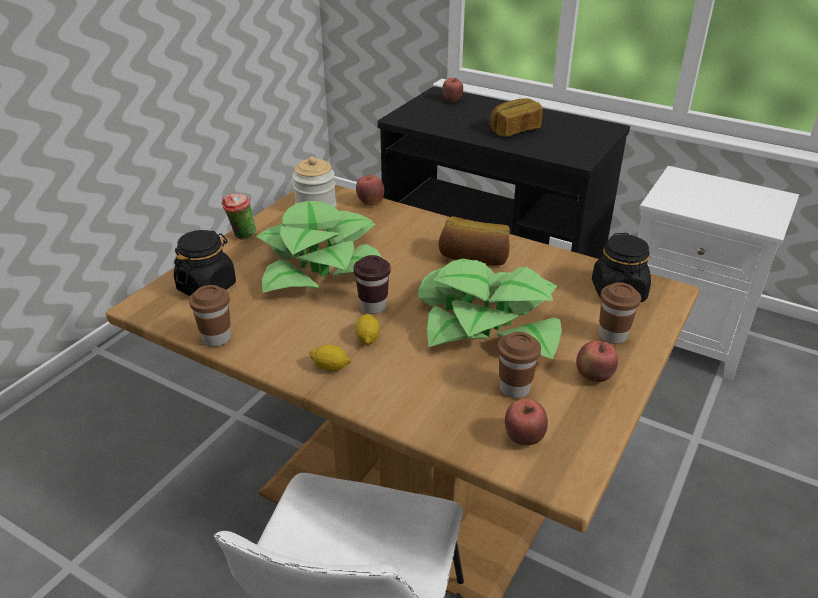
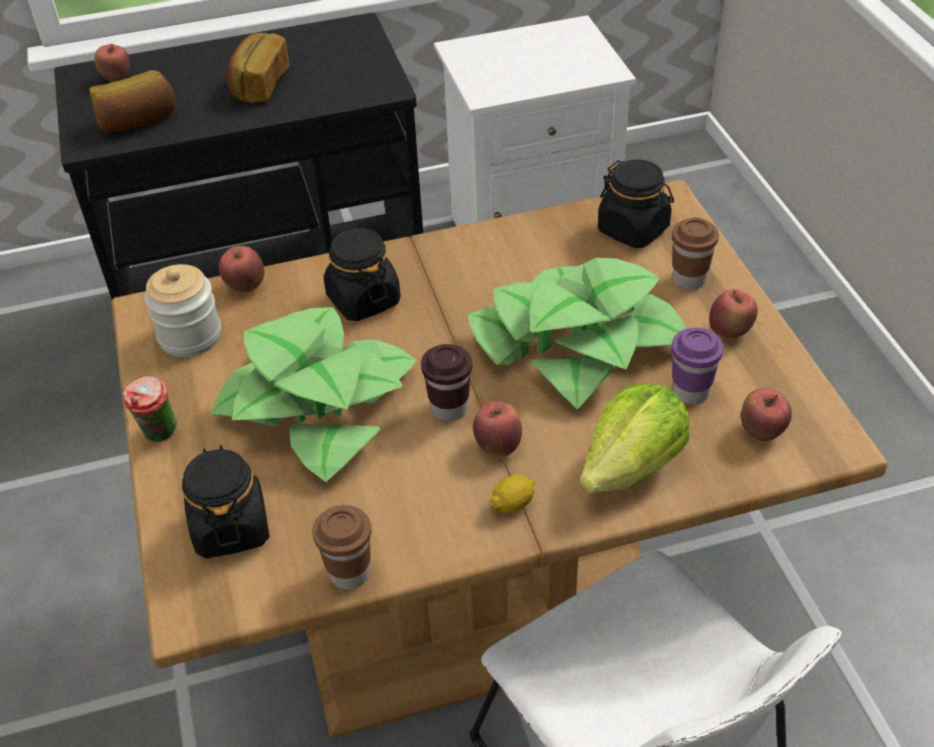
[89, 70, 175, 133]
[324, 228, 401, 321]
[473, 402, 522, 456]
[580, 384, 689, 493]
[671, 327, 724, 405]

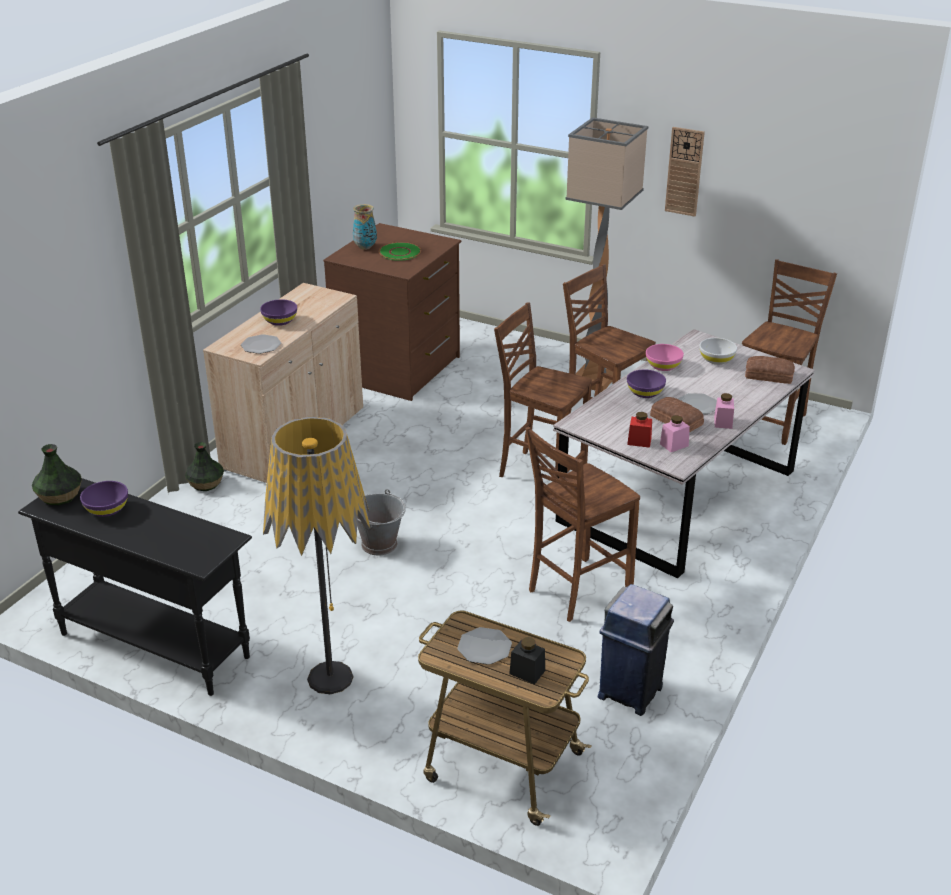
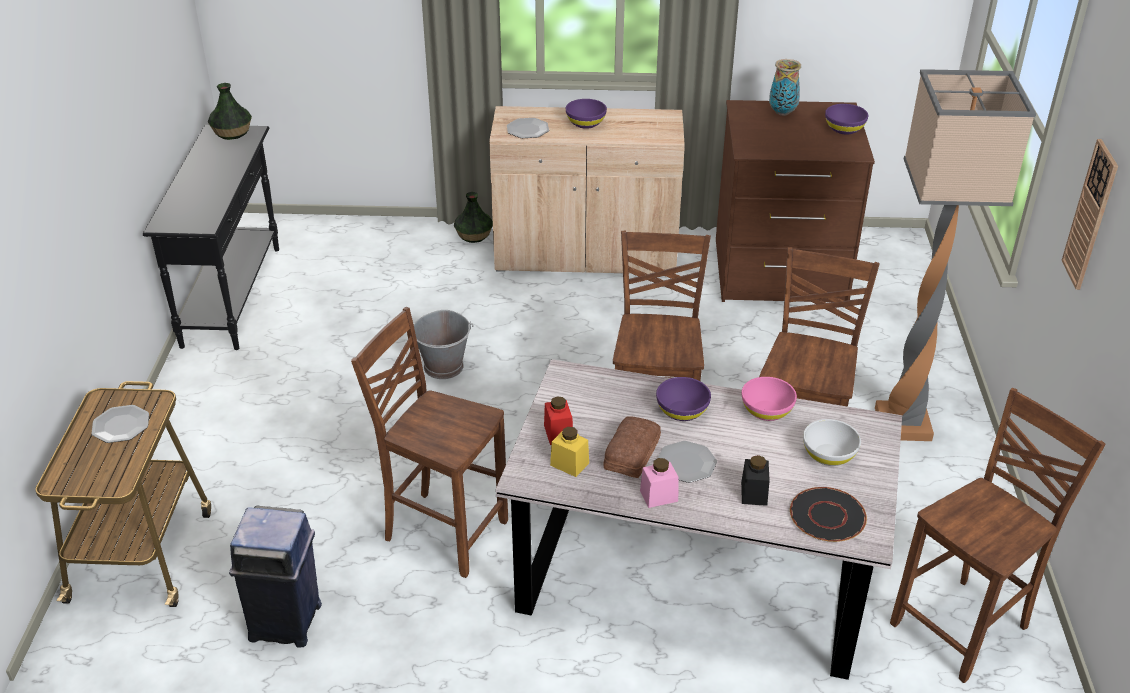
[550, 427, 589, 477]
[741, 455, 770, 506]
[790, 487, 867, 542]
[825, 104, 868, 135]
[890, 388, 1106, 683]
[263, 417, 370, 694] (first image)
[379, 242, 421, 261] (first image)

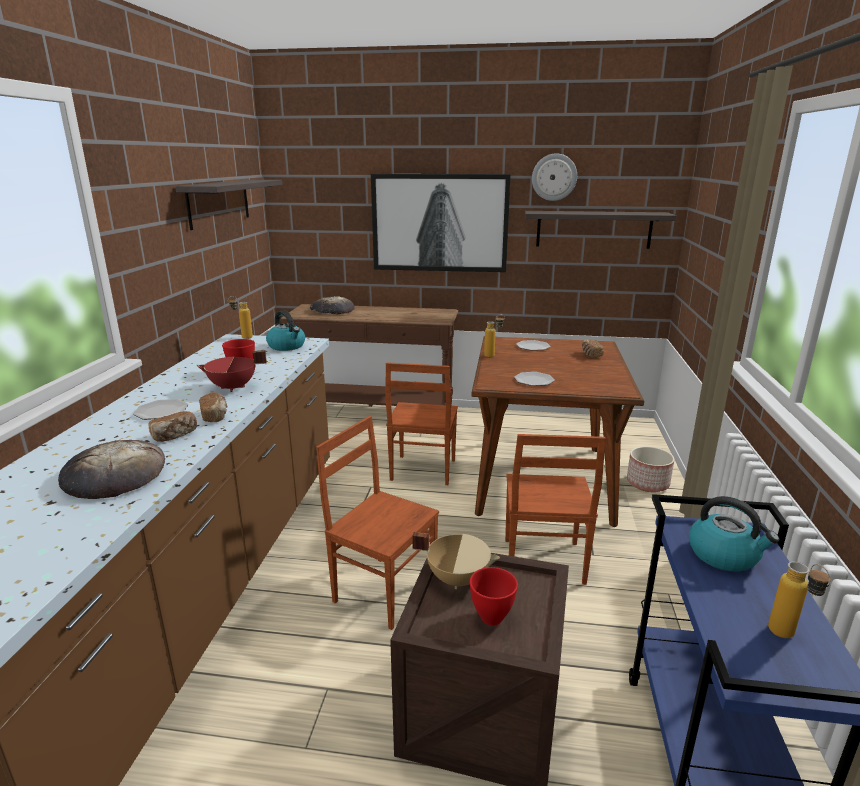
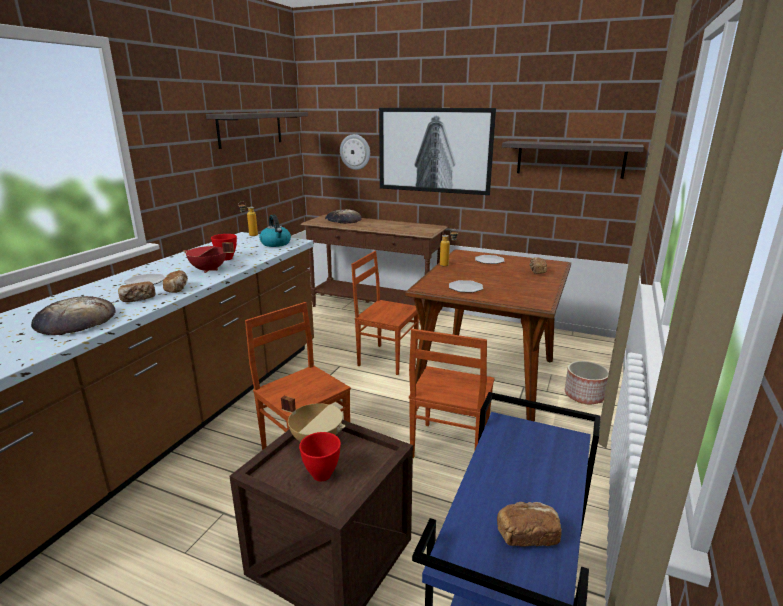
[340, 134, 370, 170]
[351, 251, 419, 375]
[497, 502, 562, 547]
[689, 496, 779, 572] (first image)

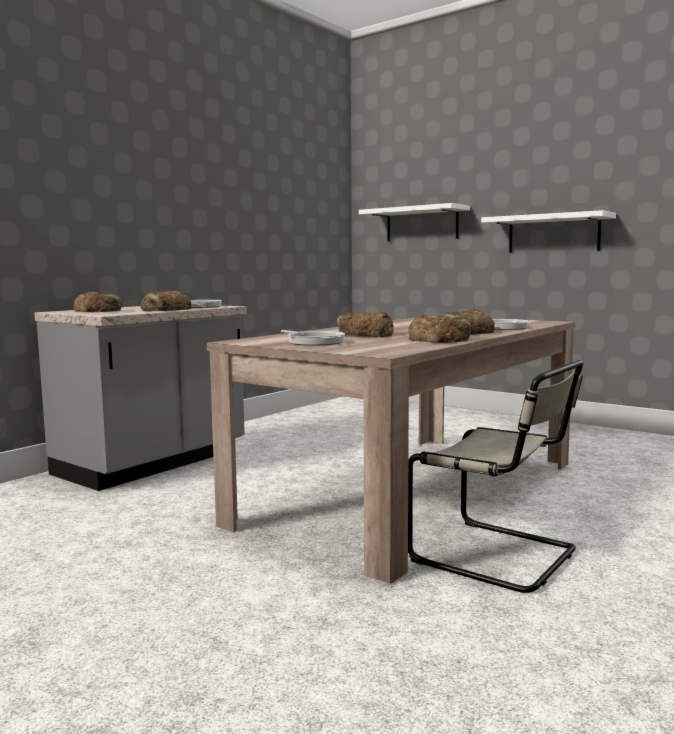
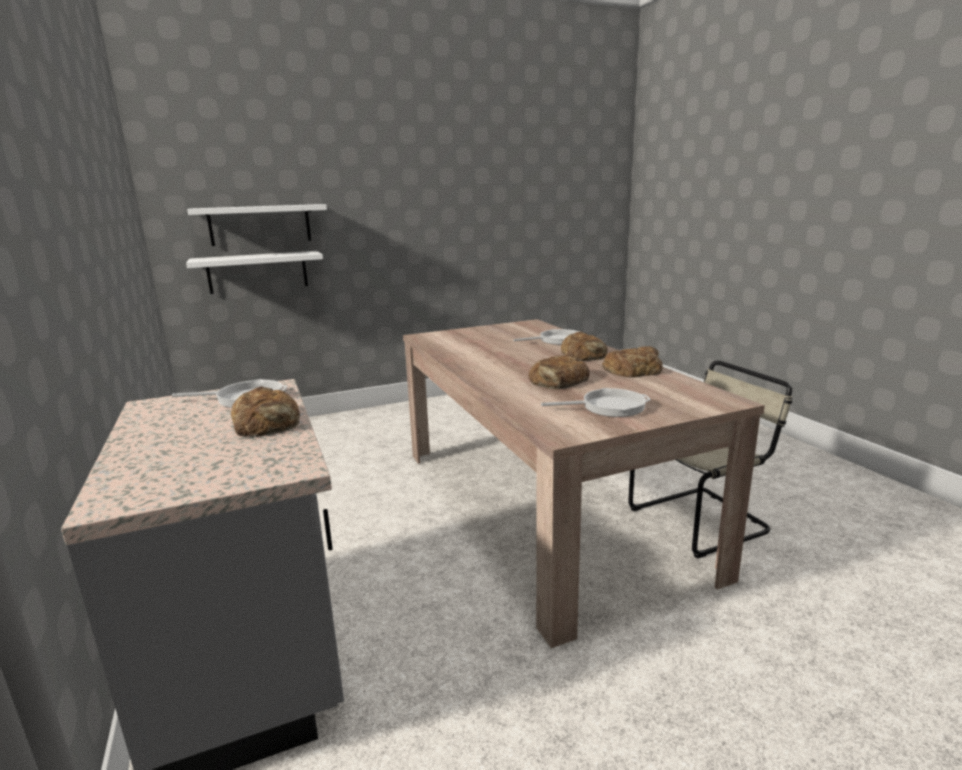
[186, 251, 323, 294]
[74, 292, 122, 312] (first image)

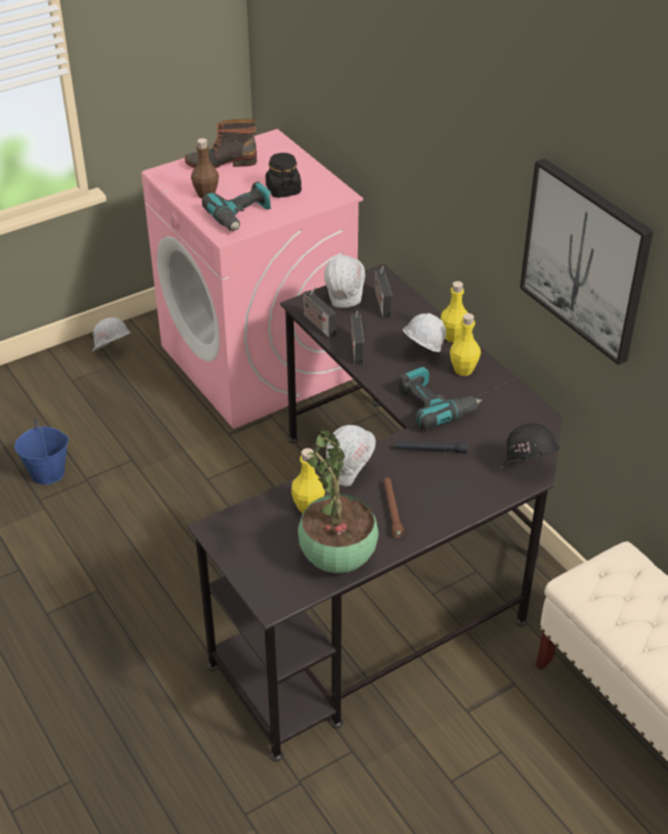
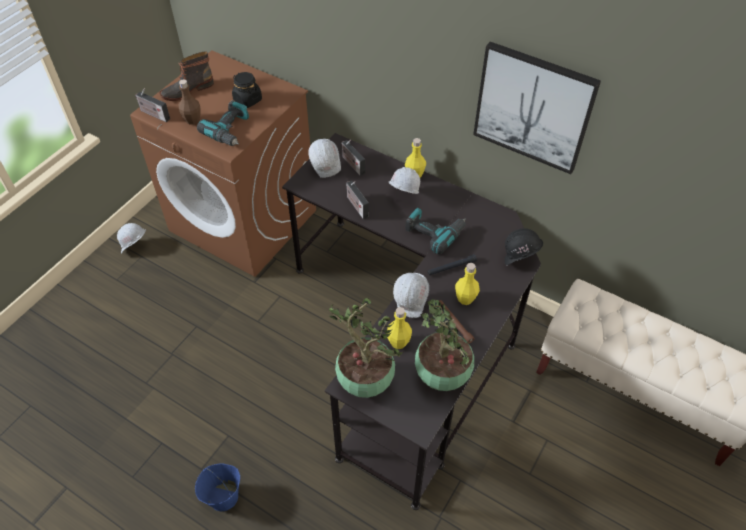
[130, 50, 316, 277]
[135, 88, 170, 122]
[195, 463, 240, 511]
[328, 298, 403, 398]
[455, 263, 480, 305]

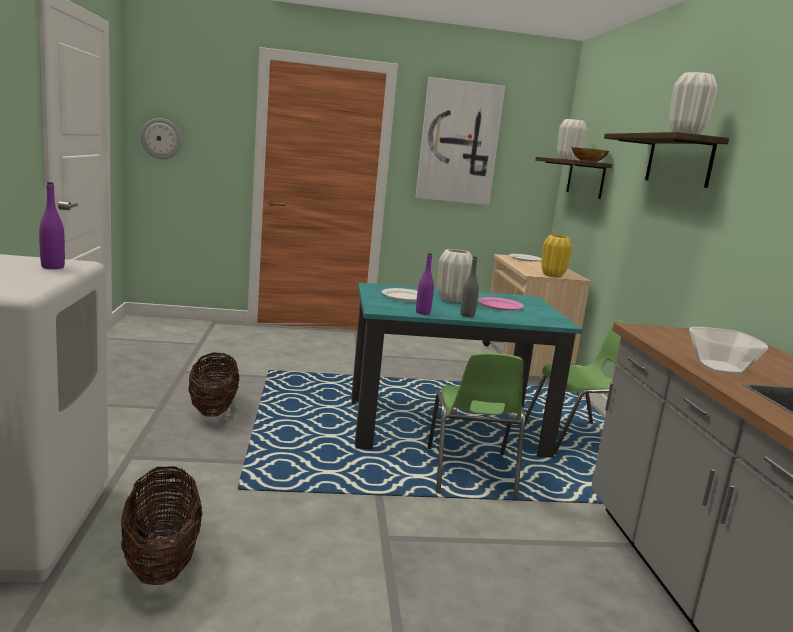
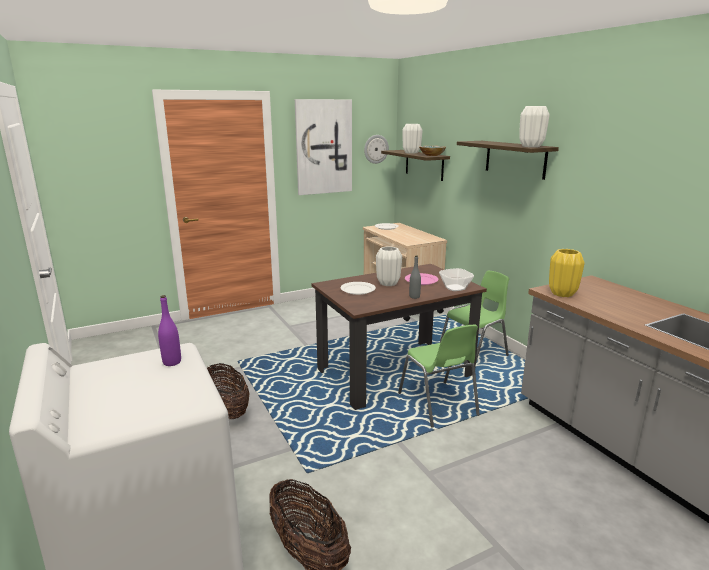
[312, 264, 487, 410]
[364, 135, 389, 164]
[439, 268, 474, 291]
[549, 249, 585, 297]
[416, 253, 434, 315] (first image)

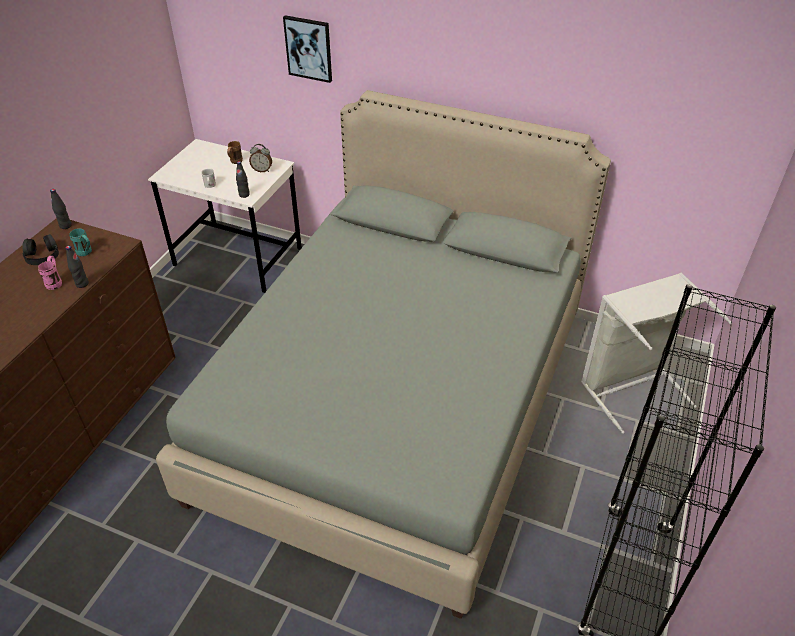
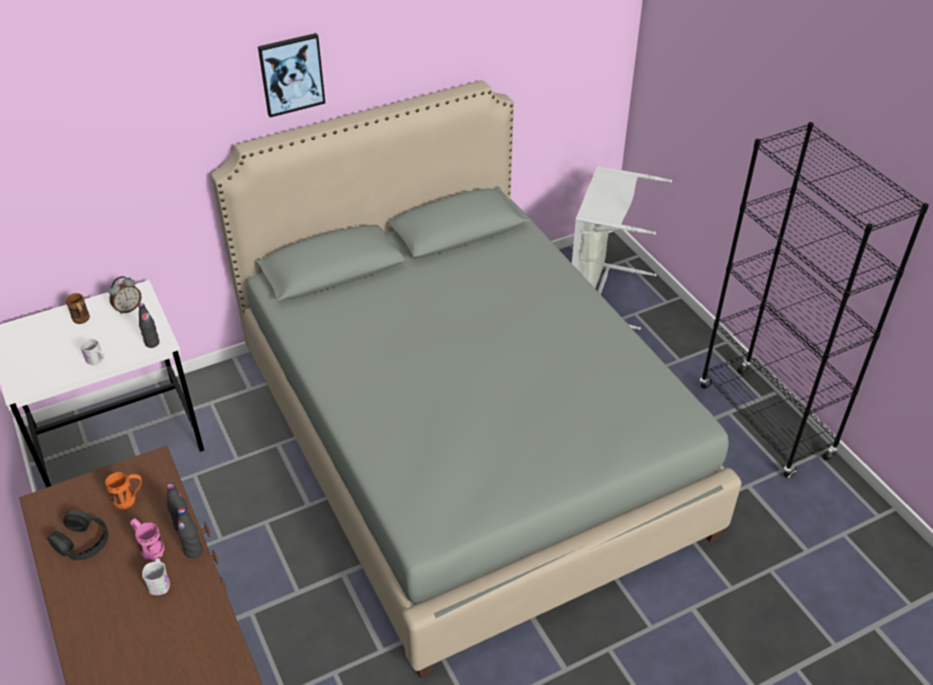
[105, 472, 142, 510]
[142, 558, 170, 595]
[177, 508, 203, 558]
[258, 33, 325, 117]

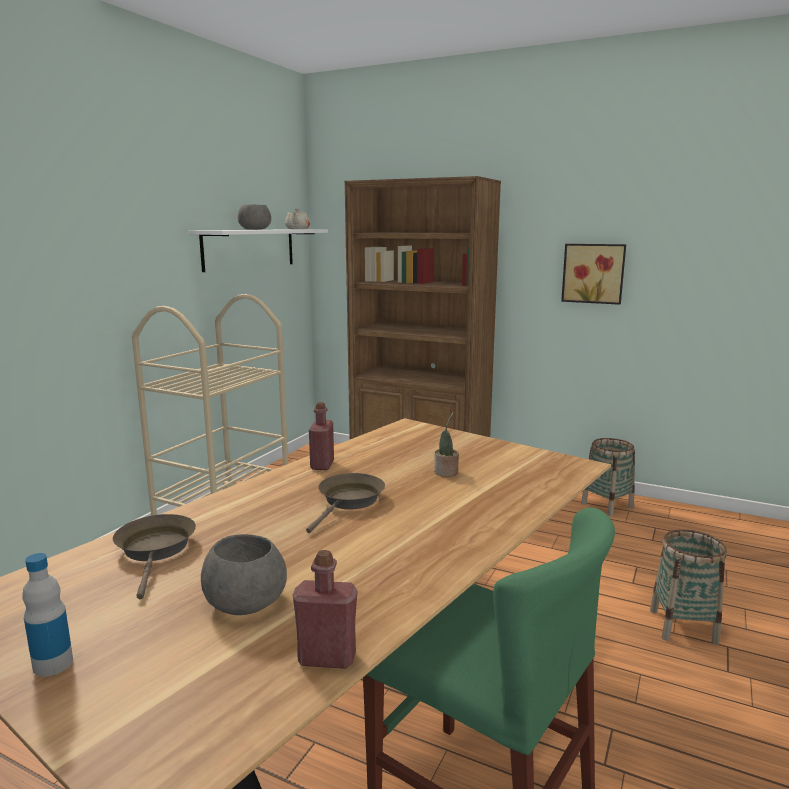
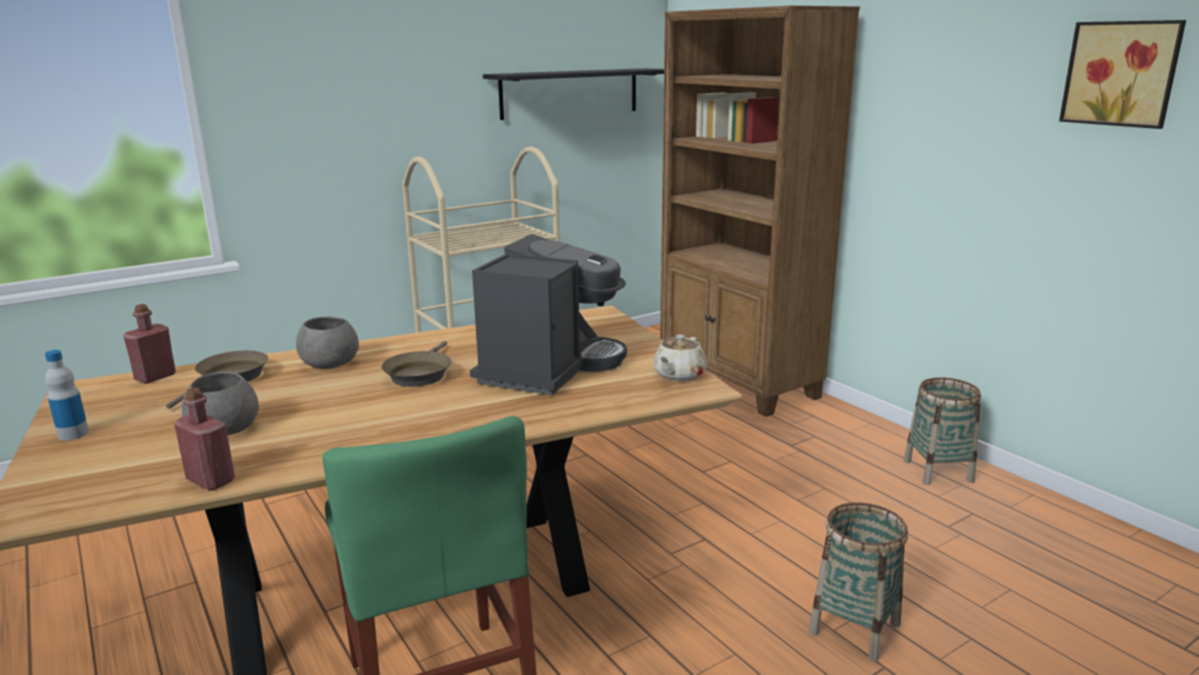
[123, 304, 176, 384]
[296, 317, 359, 369]
[382, 341, 451, 387]
[470, 234, 627, 395]
[483, 68, 664, 120]
[653, 335, 707, 381]
[1059, 20, 1186, 129]

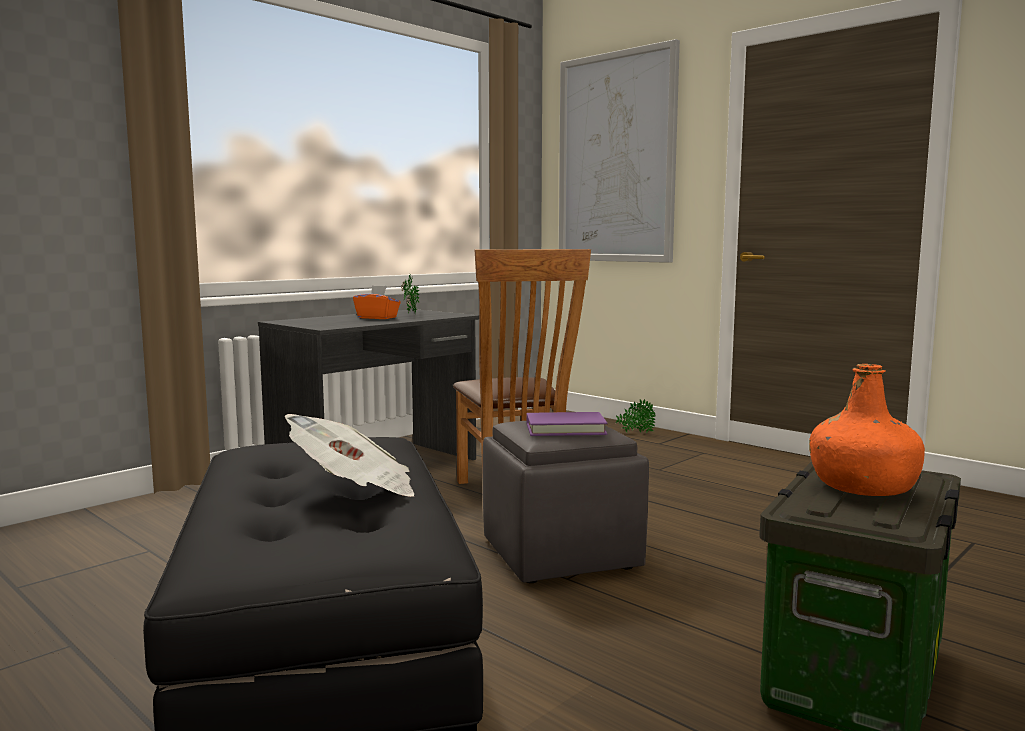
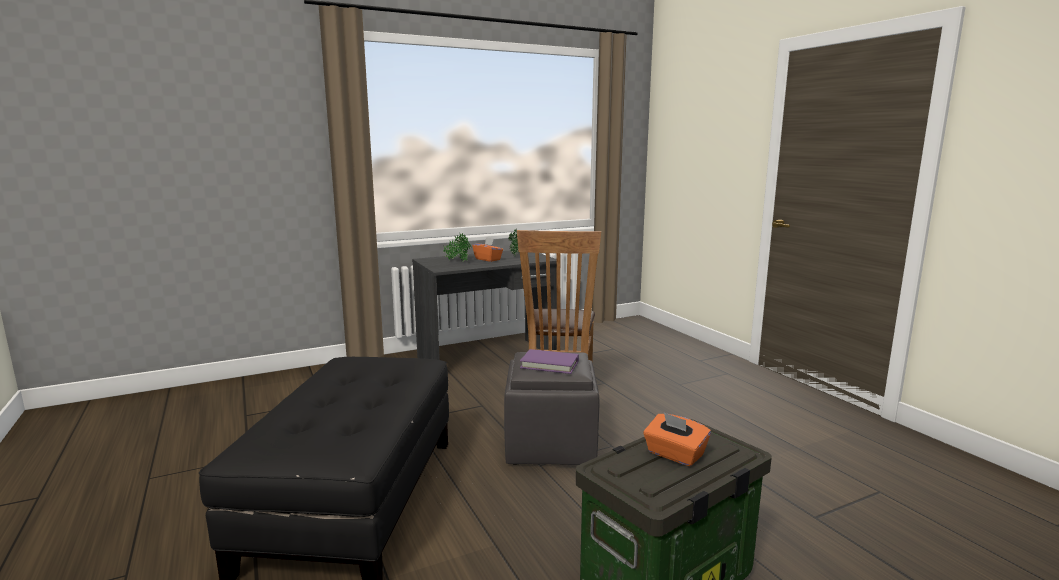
[443, 233, 471, 261]
[643, 412, 711, 467]
[285, 414, 414, 497] (first image)
[559, 39, 680, 263] (first image)

